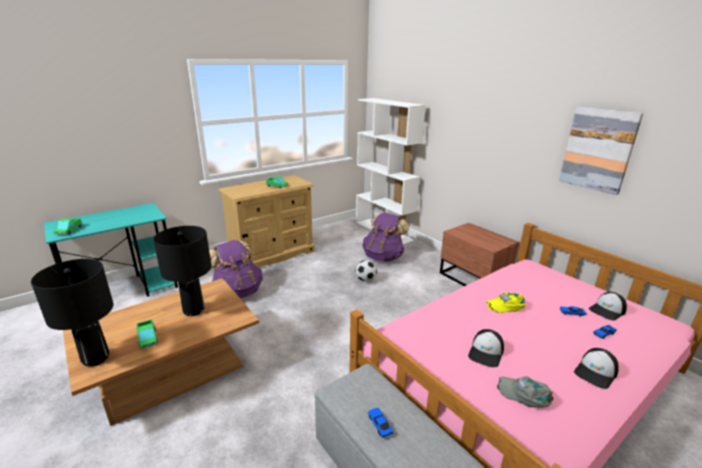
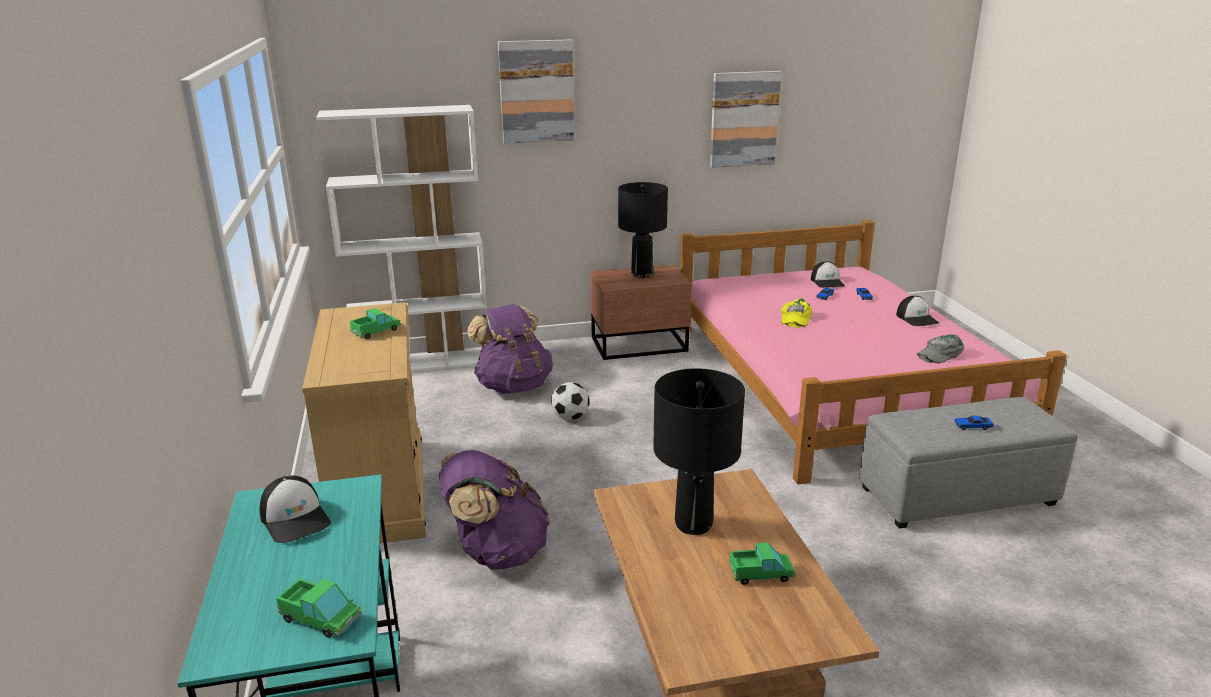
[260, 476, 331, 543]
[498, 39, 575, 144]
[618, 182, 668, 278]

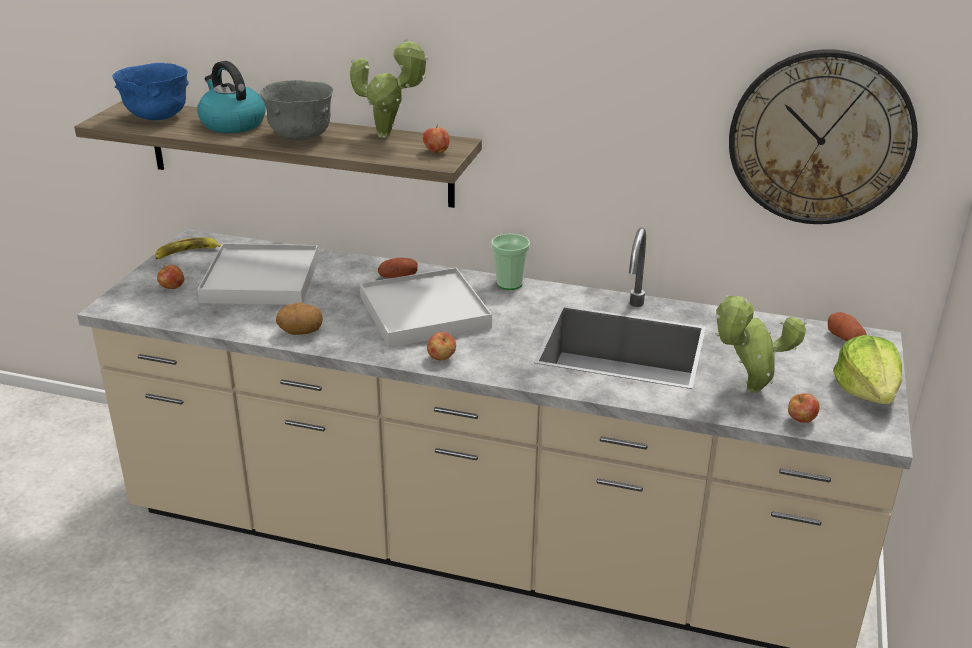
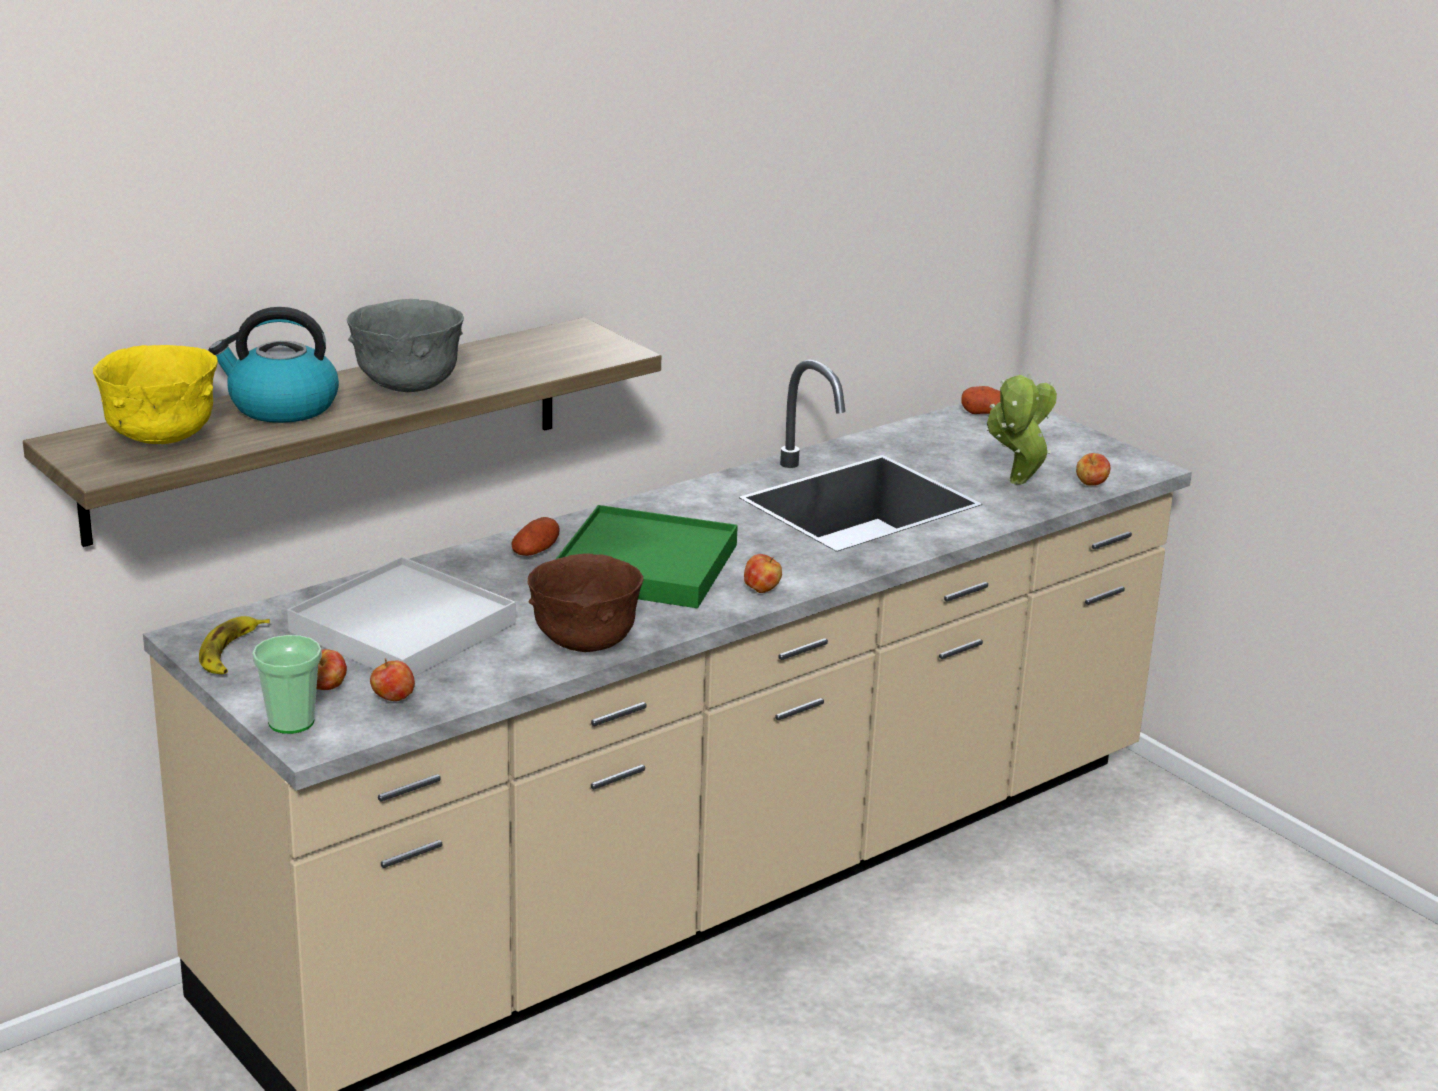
[93, 345, 218, 444]
[252, 635, 322, 734]
[370, 658, 415, 701]
[527, 553, 644, 652]
[556, 505, 738, 608]
[350, 39, 428, 138] (first image)
[729, 49, 918, 224] (first image)
[833, 335, 903, 404] (first image)

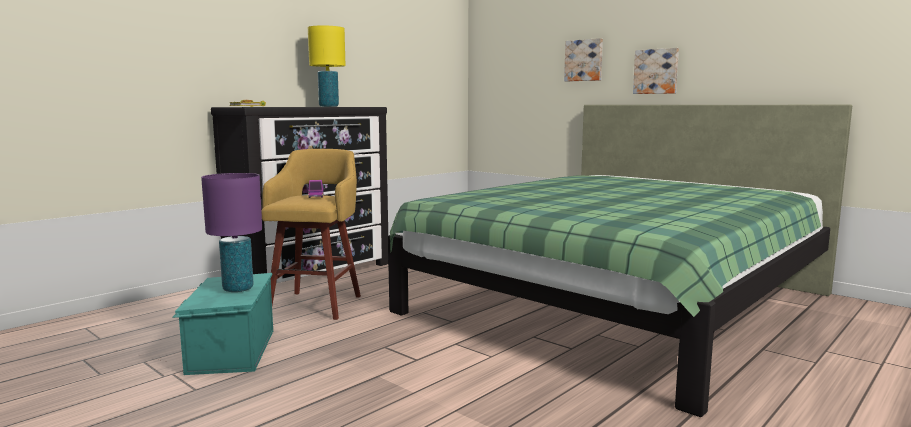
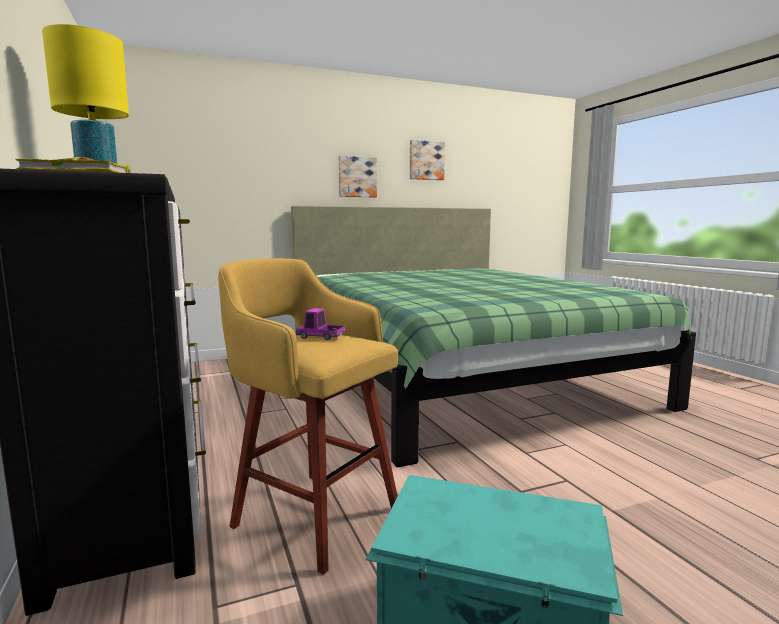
[410, 140, 445, 180]
[201, 173, 262, 292] (first image)

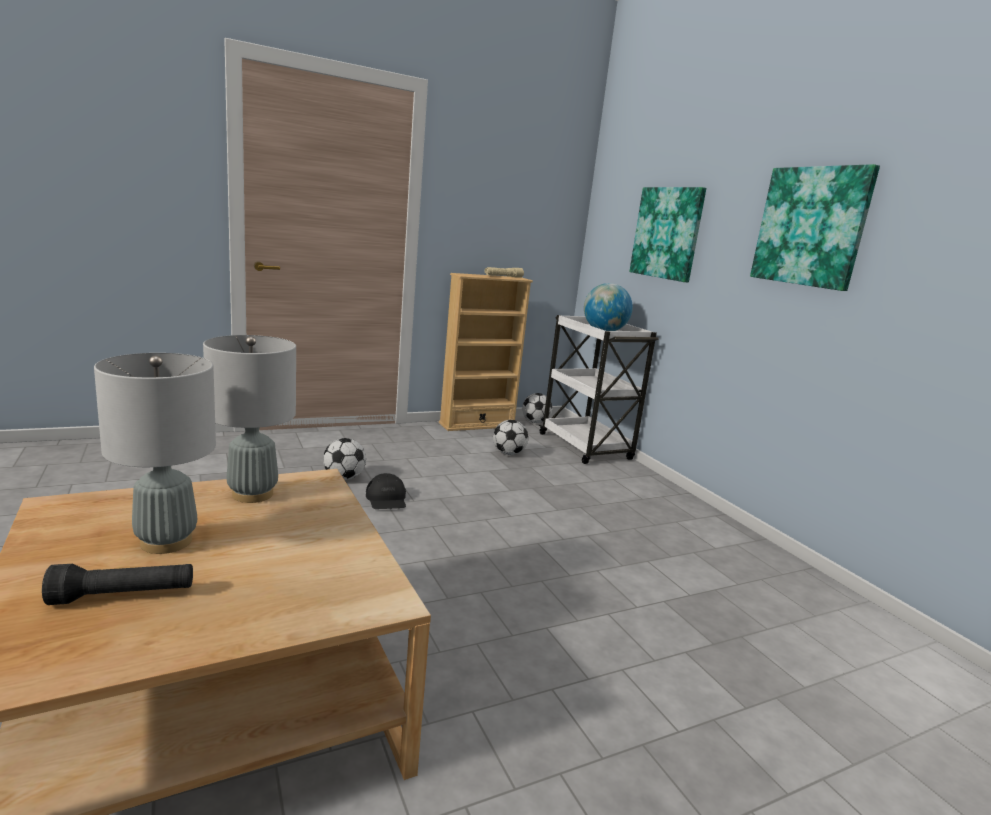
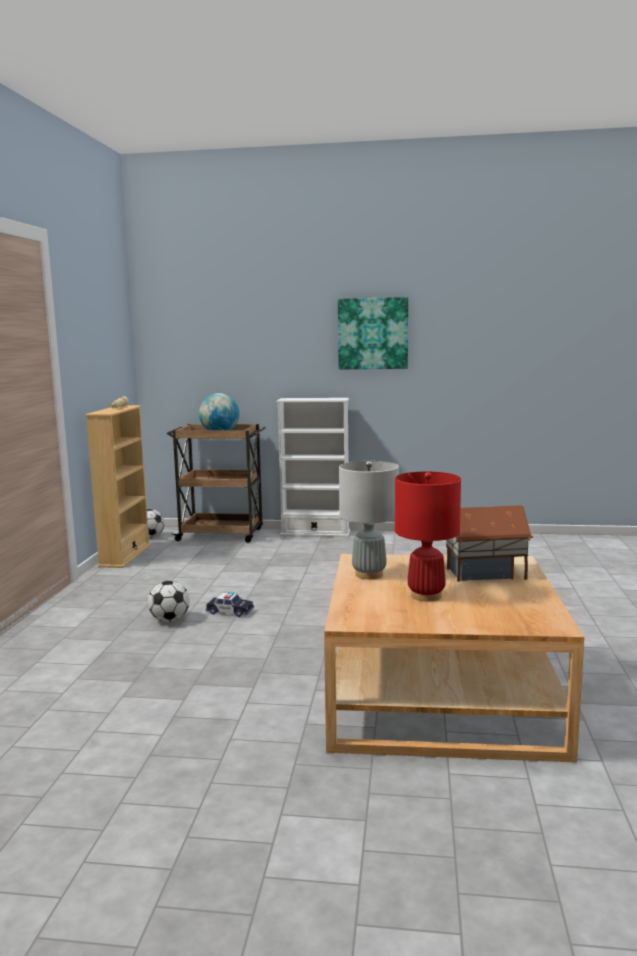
[167, 424, 266, 543]
[206, 592, 254, 617]
[276, 398, 350, 537]
[395, 472, 461, 601]
[446, 505, 533, 582]
[42, 564, 193, 605] (first image)
[493, 420, 529, 455] (first image)
[629, 187, 706, 282] (first image)

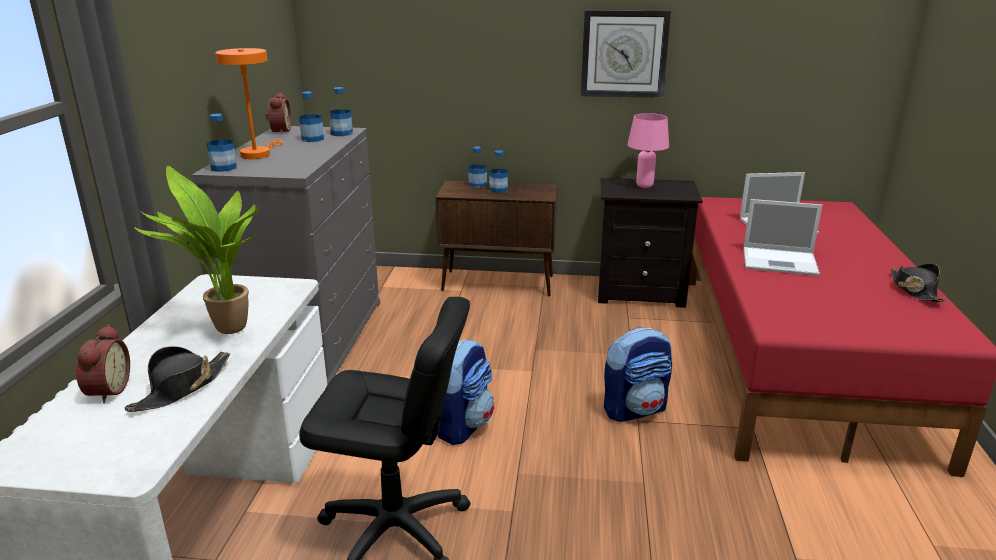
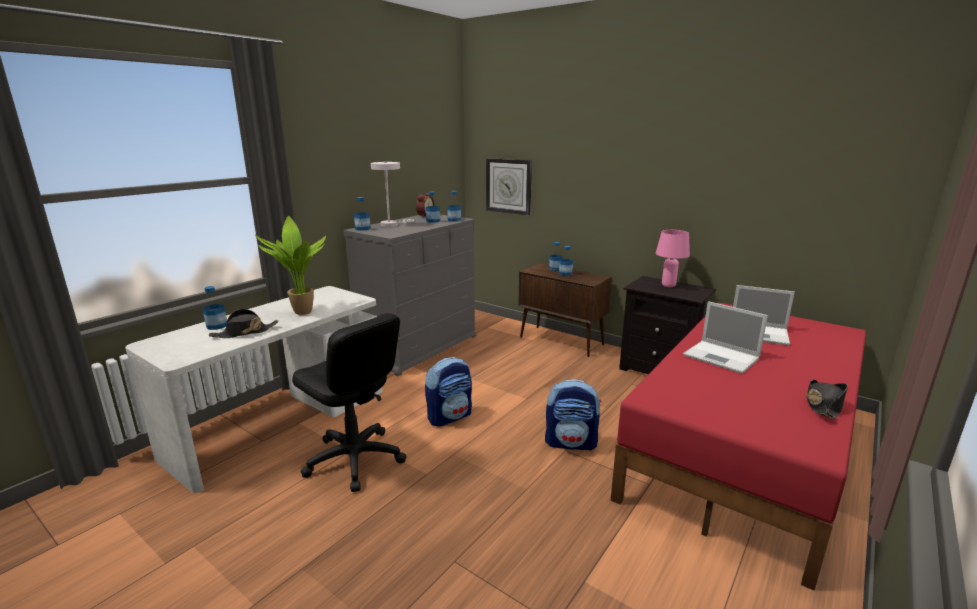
[202, 286, 227, 330]
[371, 162, 414, 227]
[486, 158, 532, 215]

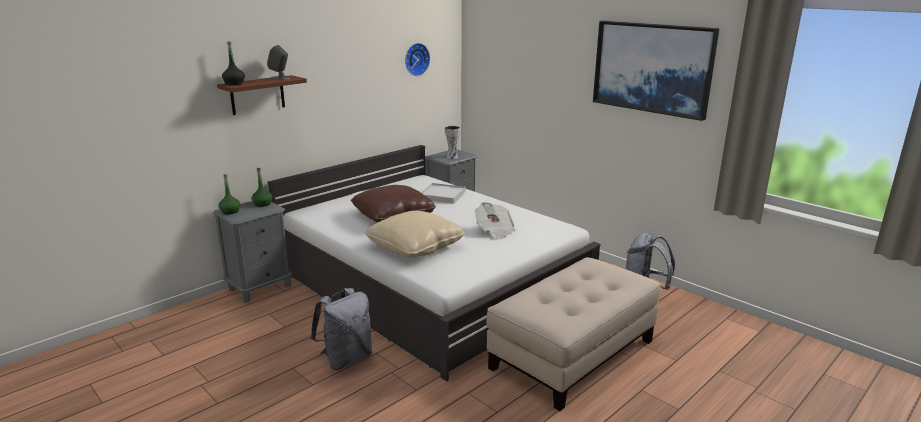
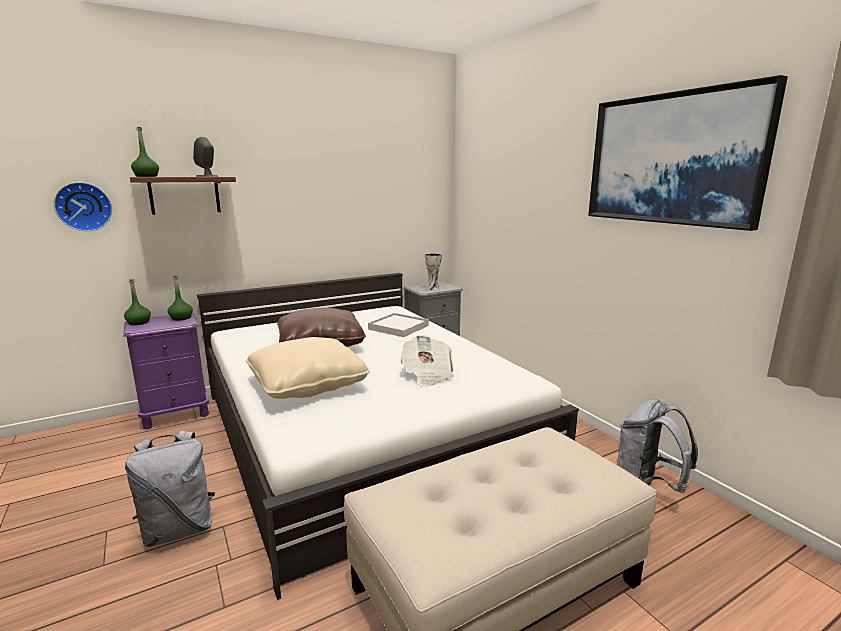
[54, 182, 112, 231]
[123, 313, 209, 430]
[131, 127, 159, 177]

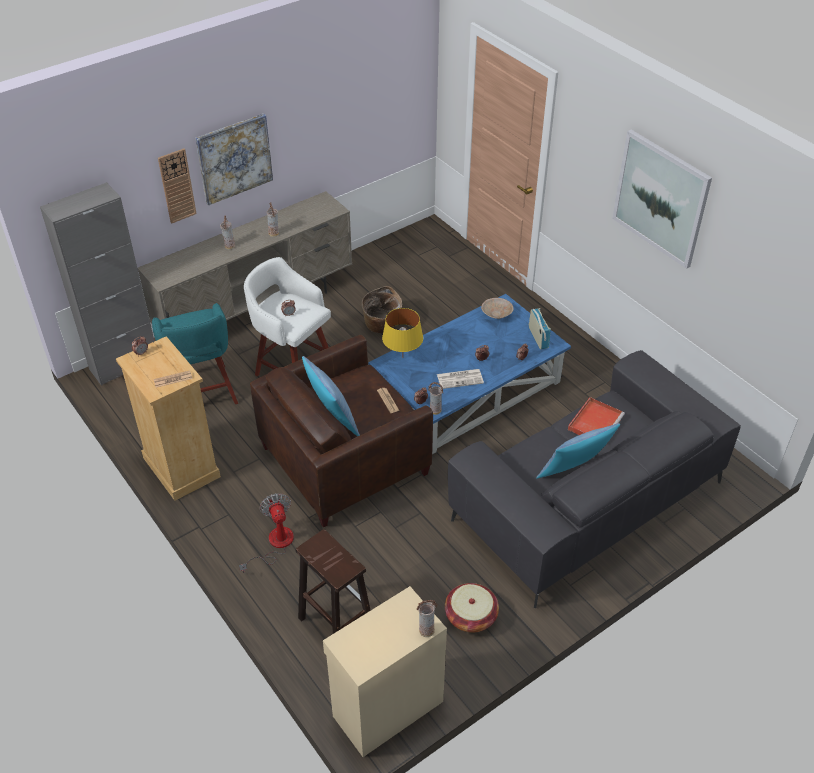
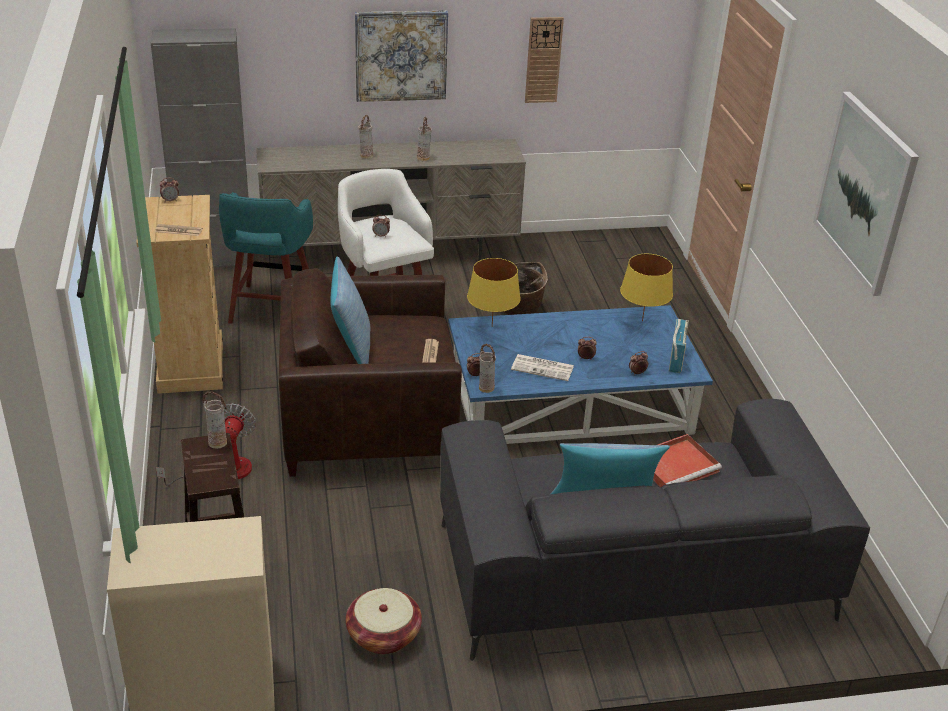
[203, 391, 227, 449]
[525, 17, 564, 103]
[620, 254, 673, 322]

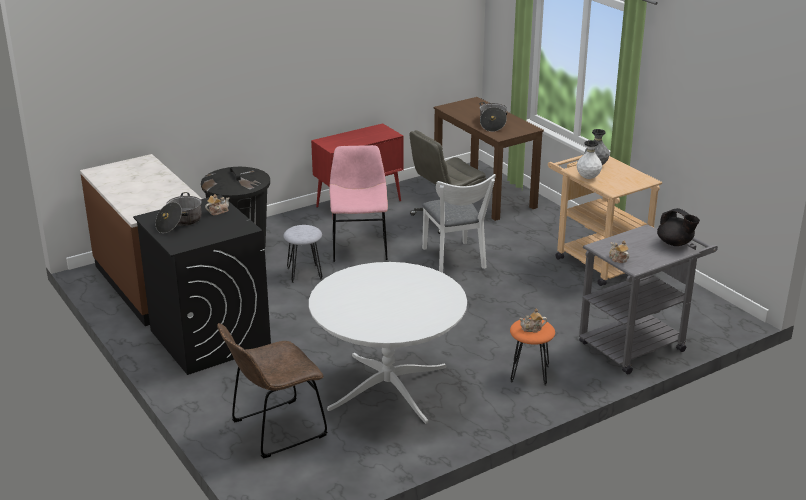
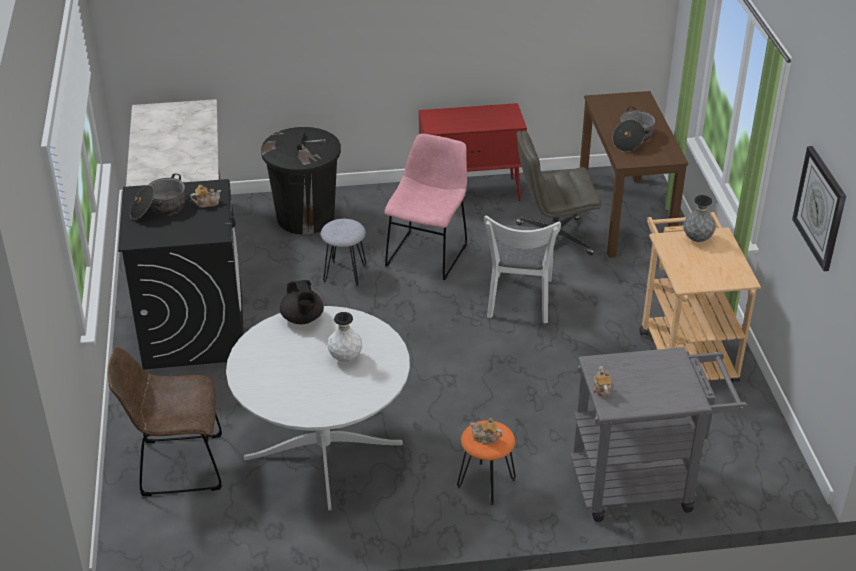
[280, 280, 324, 324]
[327, 312, 362, 362]
[792, 146, 846, 271]

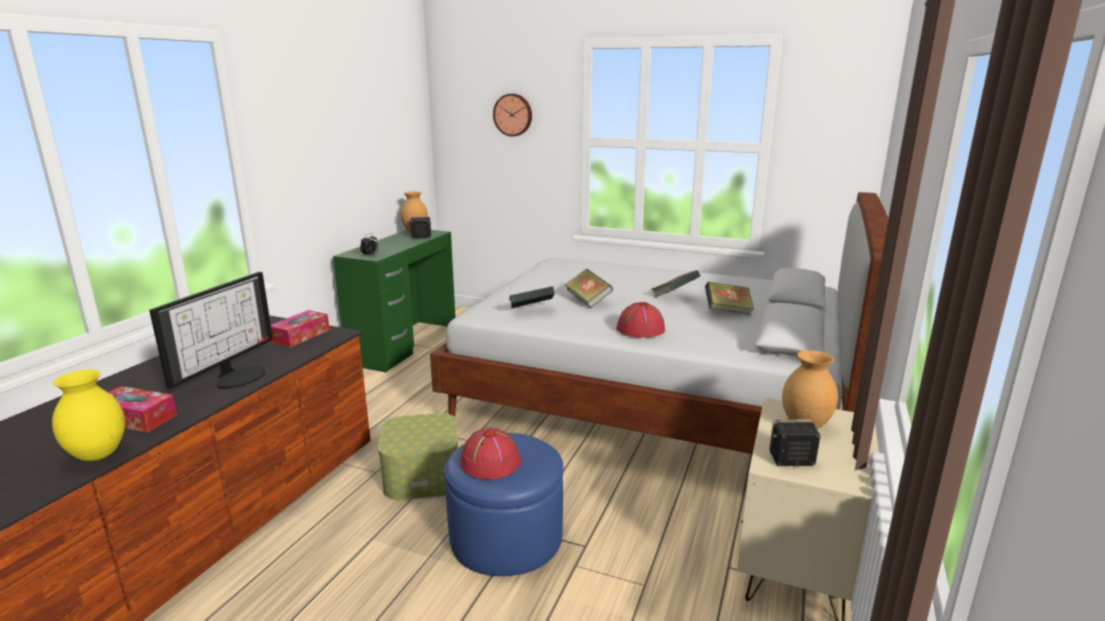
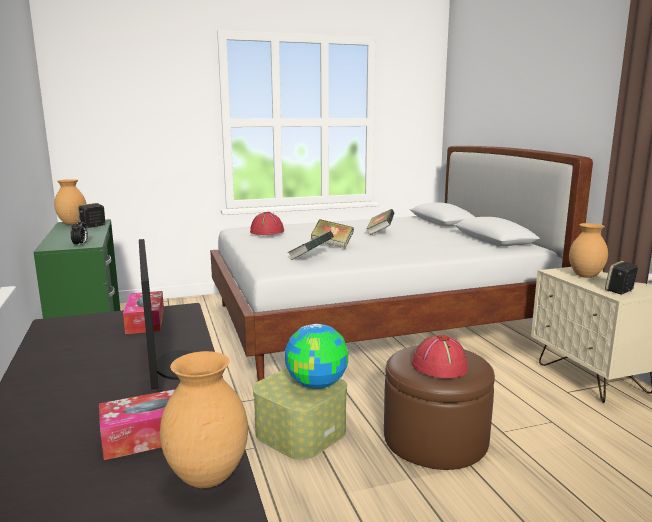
[160, 351, 248, 488]
[250, 212, 284, 235]
[285, 324, 348, 389]
[384, 345, 495, 470]
[493, 94, 532, 136] (first image)
[705, 282, 754, 315] (first image)

